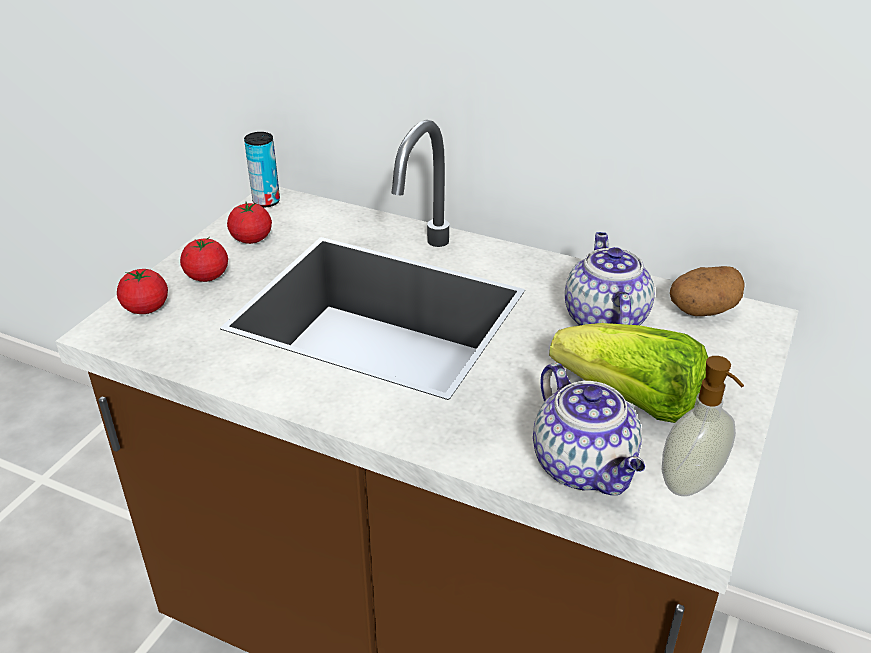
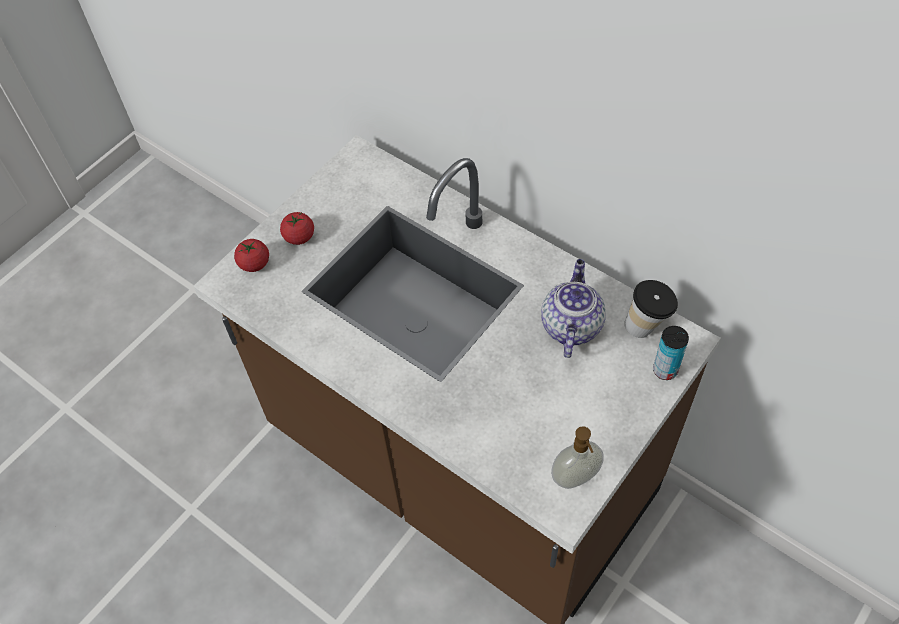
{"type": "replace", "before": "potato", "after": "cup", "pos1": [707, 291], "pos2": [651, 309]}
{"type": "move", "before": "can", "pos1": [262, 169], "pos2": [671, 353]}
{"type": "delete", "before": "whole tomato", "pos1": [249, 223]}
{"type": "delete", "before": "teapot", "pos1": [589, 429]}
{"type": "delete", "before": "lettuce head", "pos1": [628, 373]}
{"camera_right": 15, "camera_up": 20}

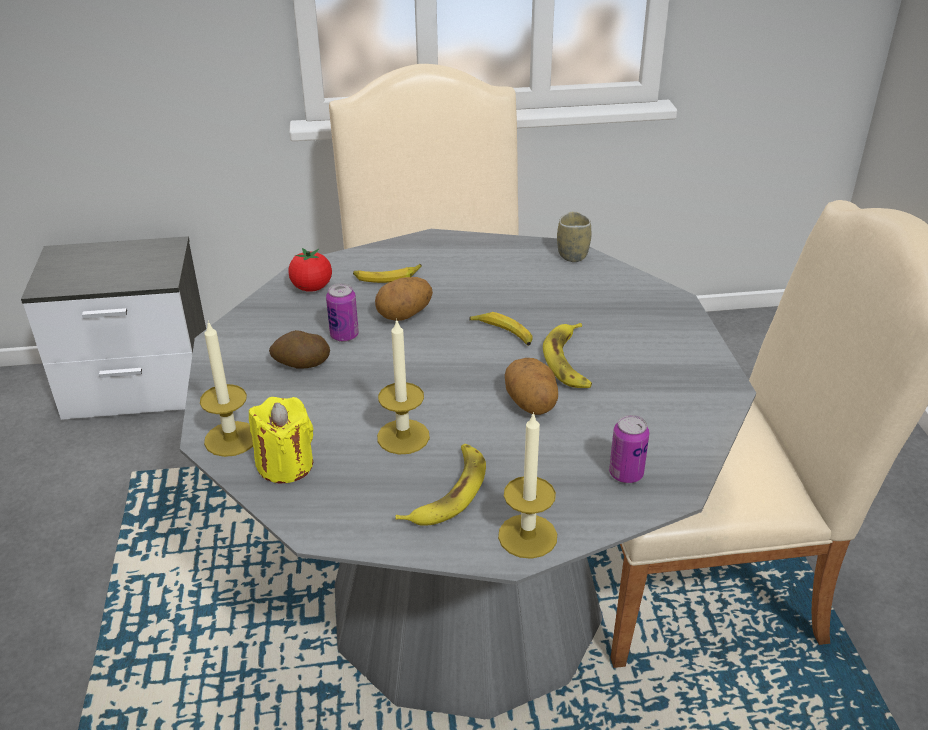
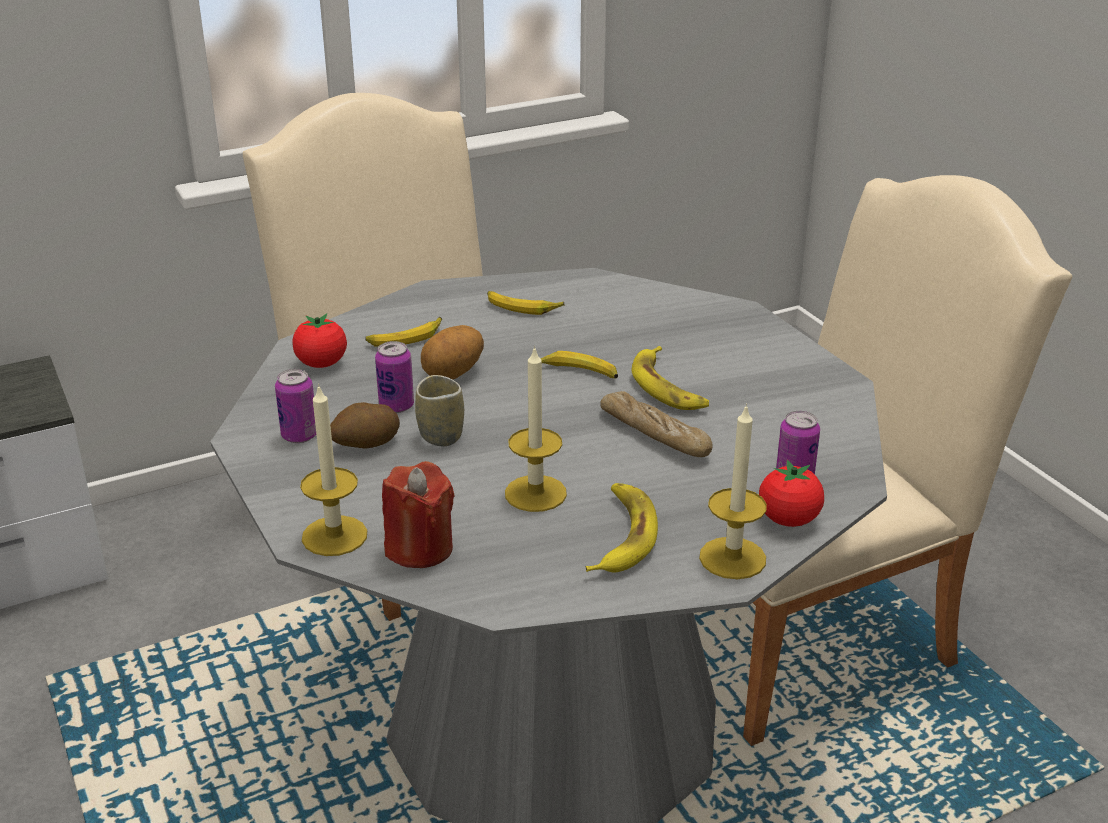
{"type": "insert", "after": "can", "pos2": [295, 406]}
{"type": "recolor", "before": "wax candle (yellowish)", "after": "wax candle (reddish)", "pos1": [281, 440], "pos2": [418, 514]}
{"type": "move", "before": "cup", "pos1": [574, 237], "pos2": [439, 410]}
{"type": "insert", "after": "banana", "pos2": [525, 303]}
{"type": "replace", "before": "potato", "after": "baked bread", "pos1": [531, 386], "pos2": [656, 424]}
{"type": "insert", "after": "whole tomato", "pos2": [791, 493]}
{"camera_right": -20, "camera_up": -5}

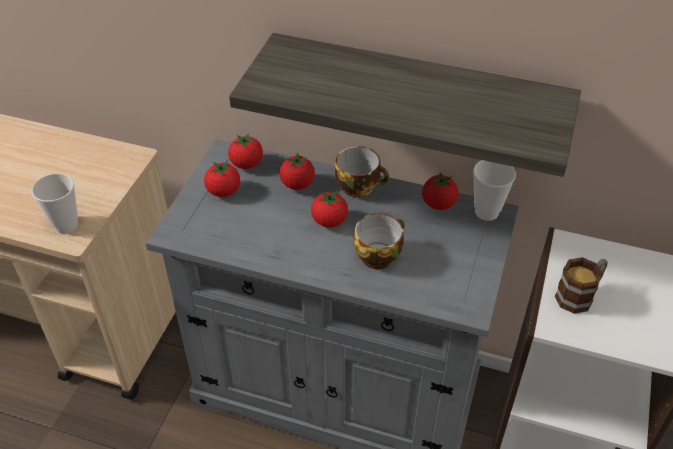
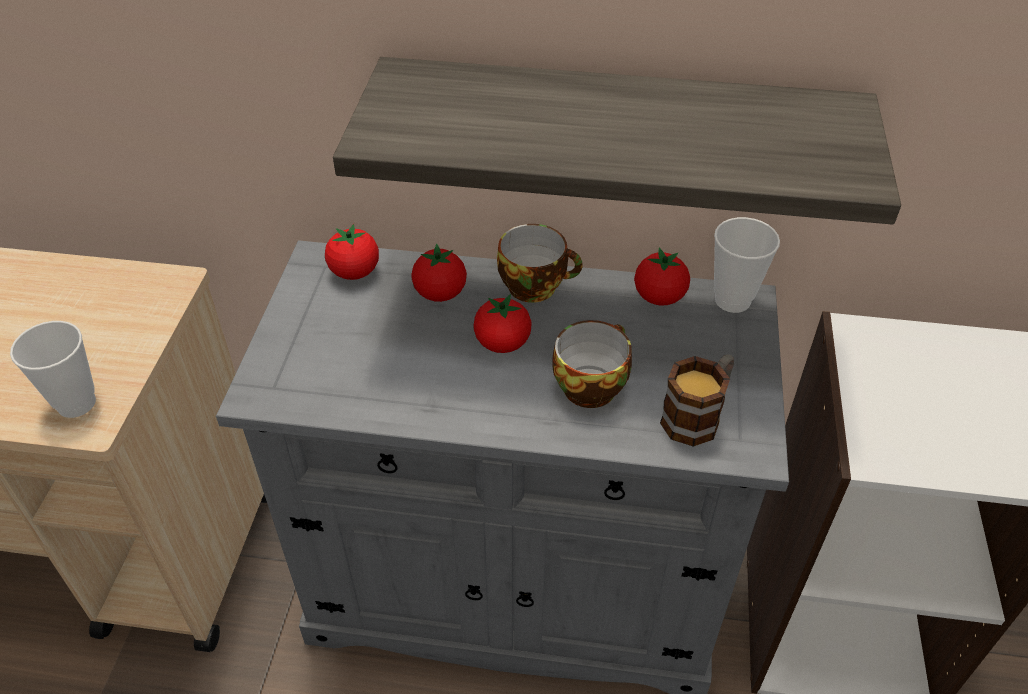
{"type": "move", "before": "mug", "pos1": [581, 285], "pos2": [697, 400]}
{"type": "delete", "before": "whole tomato", "pos1": [222, 179]}
{"camera_right": -10, "camera_up": 0}

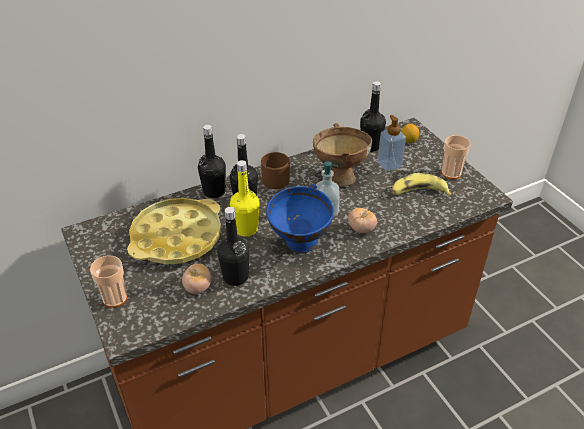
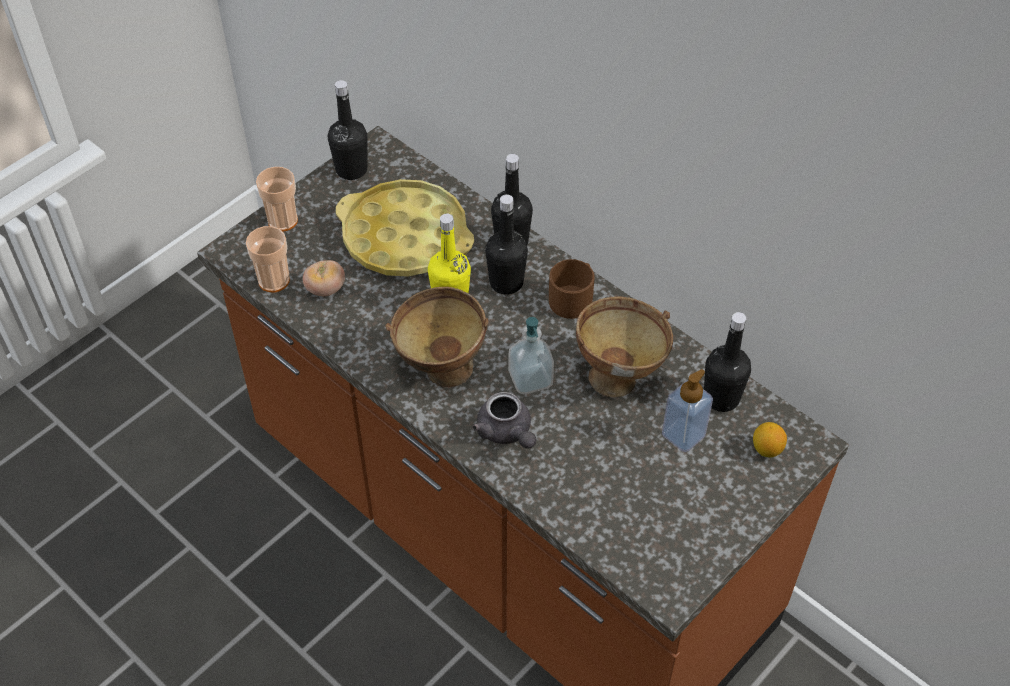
{"type": "move", "before": "cup", "pos1": [456, 157], "pos2": [268, 259]}
{"type": "move", "before": "beverage bottle (black-coloured)", "pos1": [233, 246], "pos2": [347, 130]}
{"type": "recolor", "before": "bowl (blue-coloured)", "after": "bowl (brown-coloured)", "pos1": [300, 218], "pos2": [436, 337]}
{"type": "replace", "before": "whole tomato", "after": "teapot (grey)", "pos1": [362, 220], "pos2": [504, 420]}
{"type": "delete", "before": "banana", "pos1": [422, 184]}
{"camera_right": 70, "camera_up": 10}

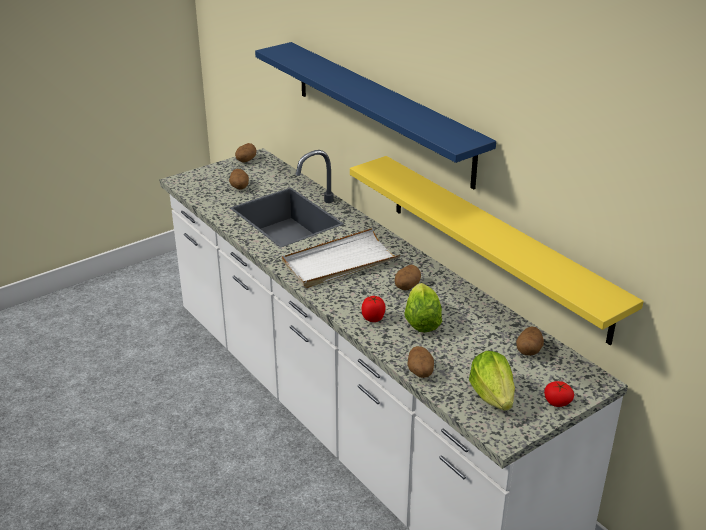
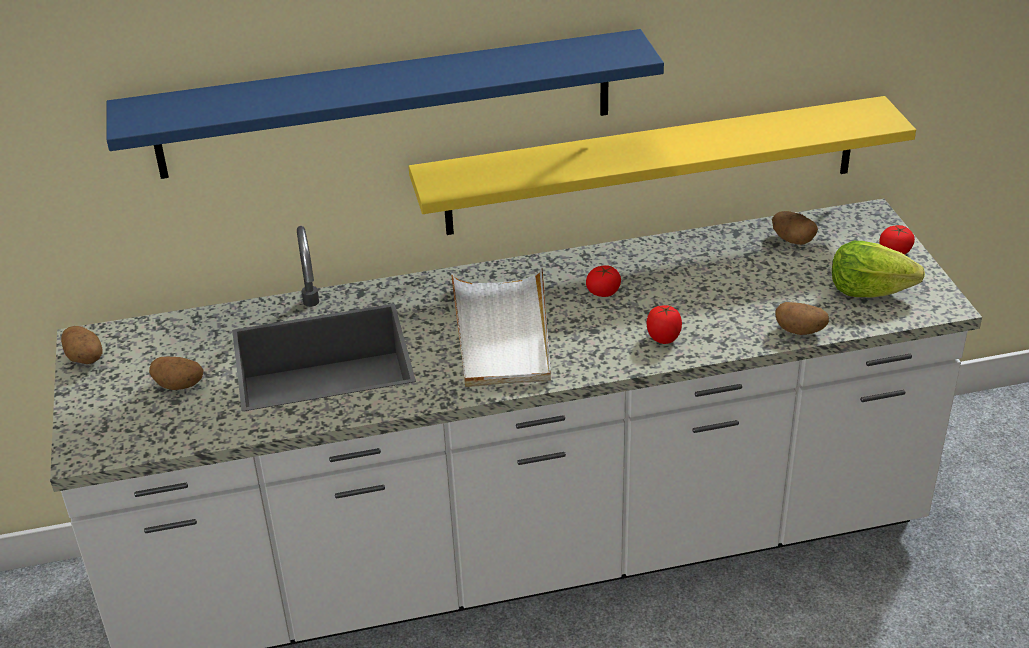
{"type": "replace", "before": "potato", "after": "whole tomato", "pos1": [408, 277], "pos2": [603, 281]}
{"type": "delete", "before": "lettuce head", "pos1": [423, 307]}
{"camera_right": -65, "camera_up": 5}

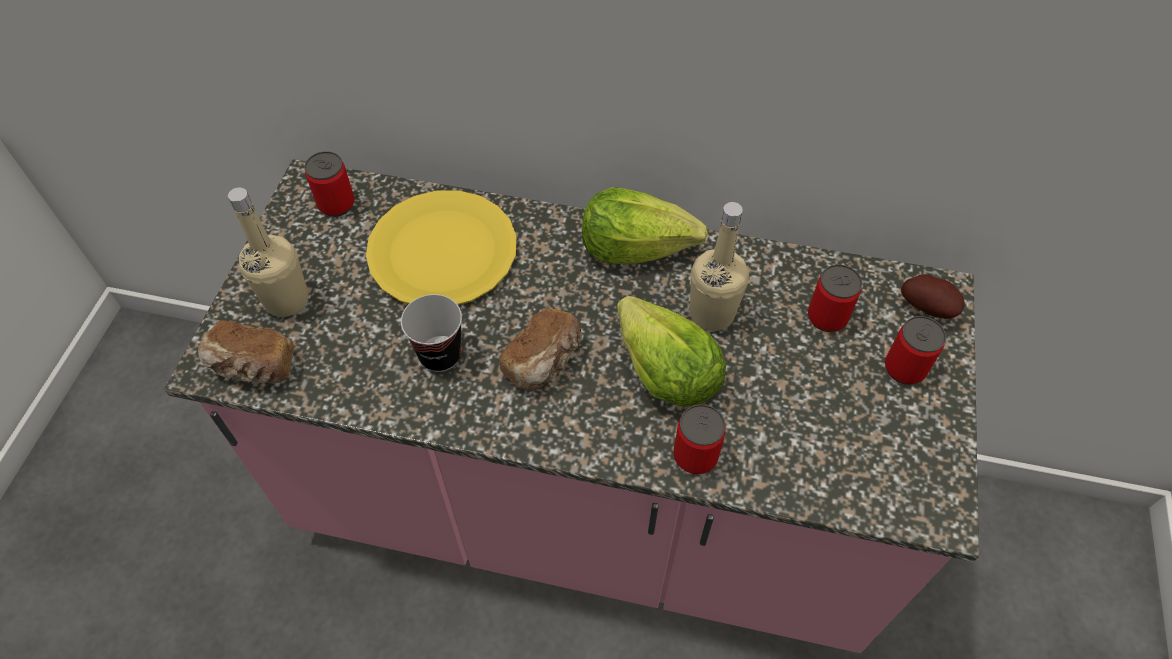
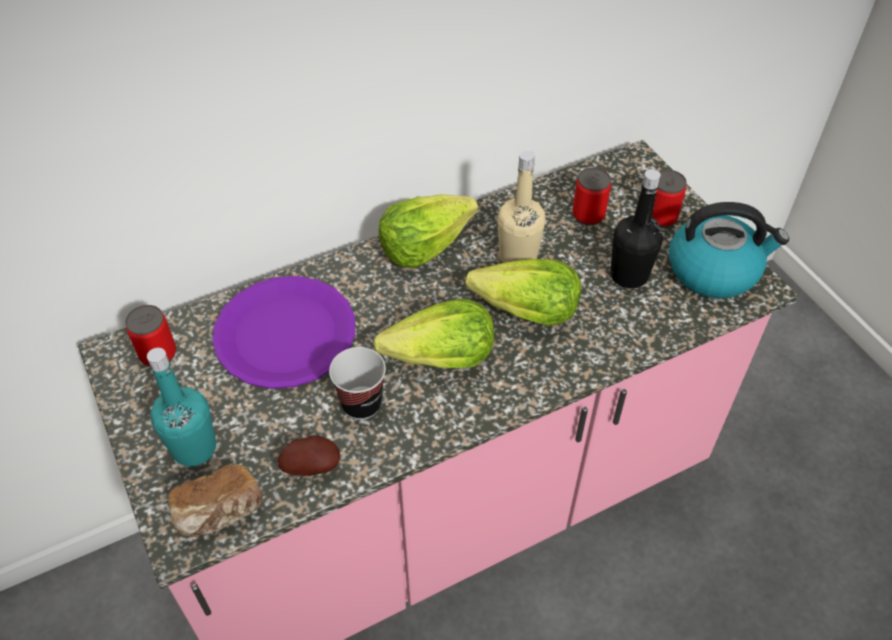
{"type": "recolor", "before": "beverage bottle (sand-coloured)", "after": "beverage bottle (blue-green)", "pos1": [268, 252], "pos2": [181, 407]}
{"type": "recolor", "before": "plate (yellowish)", "after": "plate (purple-coloured)", "pos1": [441, 247], "pos2": [283, 332]}
{"type": "move", "before": "potato", "pos1": [933, 296], "pos2": [309, 455]}
{"type": "replace", "before": "baked bread", "after": "lettuce head", "pos1": [540, 349], "pos2": [433, 333]}
{"type": "insert", "after": "beverage bottle (black-coloured)", "pos2": [636, 229]}
{"type": "insert", "after": "tea kettle", "pos2": [729, 250]}
{"type": "delete", "before": "can", "pos1": [699, 439]}
{"camera_right": -40, "camera_up": -5}

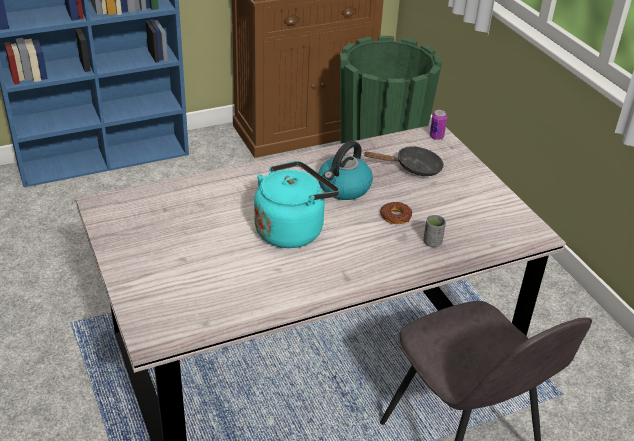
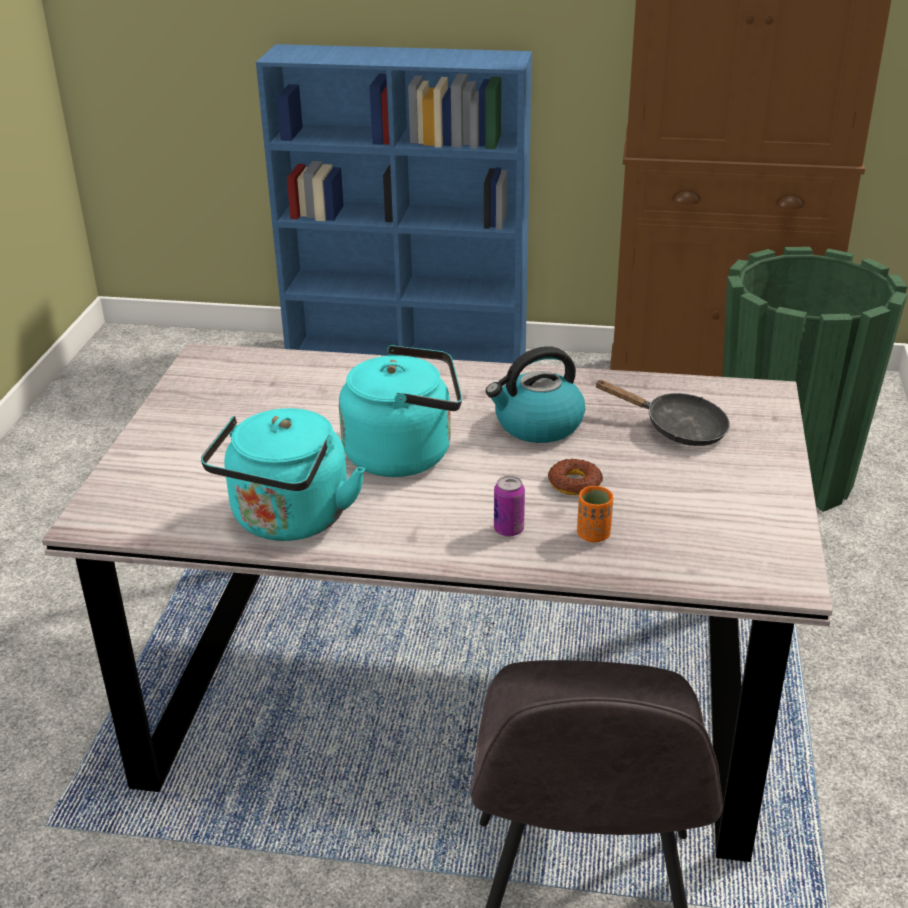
{"type": "insert", "after": "tea kettle (blue-green)", "pos2": [283, 474]}
{"type": "move", "before": "can", "pos1": [438, 125], "pos2": [509, 506]}
{"type": "recolor", "before": "cup (grey)", "after": "cup (orange-coloured)", "pos1": [434, 231], "pos2": [595, 514]}
{"camera_right": 35, "camera_up": -5}

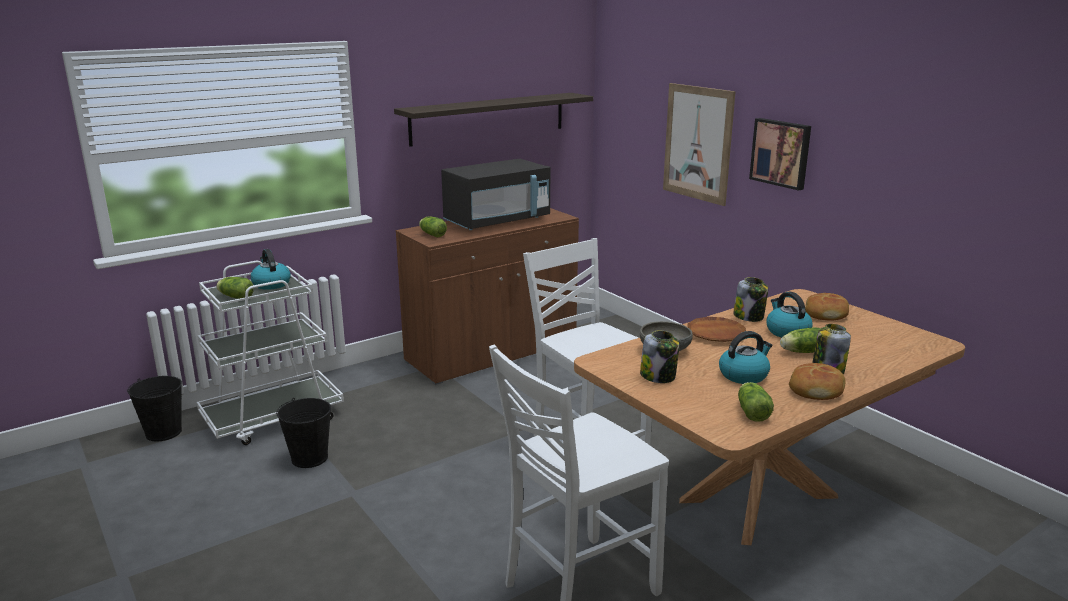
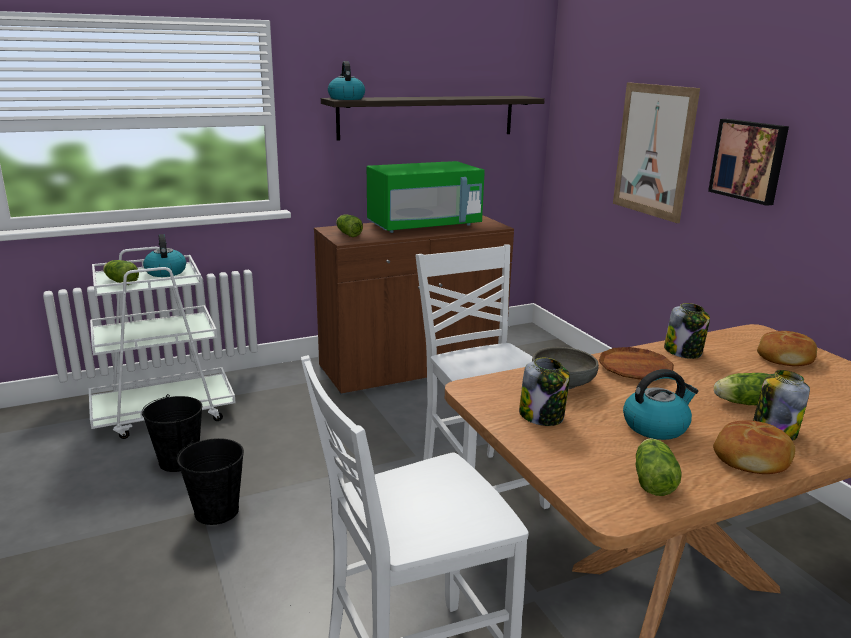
{"type": "move", "before": "pail (black-coloured)", "pos1": [154, 409], "pos2": [210, 481]}
{"type": "move", "before": "tea kettle", "pos1": [790, 315], "pos2": [346, 80]}
{"type": "recolor", "before": "kitchen microwave (black-coloured)", "after": "kitchen microwave (green)", "pos1": [495, 194], "pos2": [426, 197]}
{"camera_right": 10, "camera_up": 0}

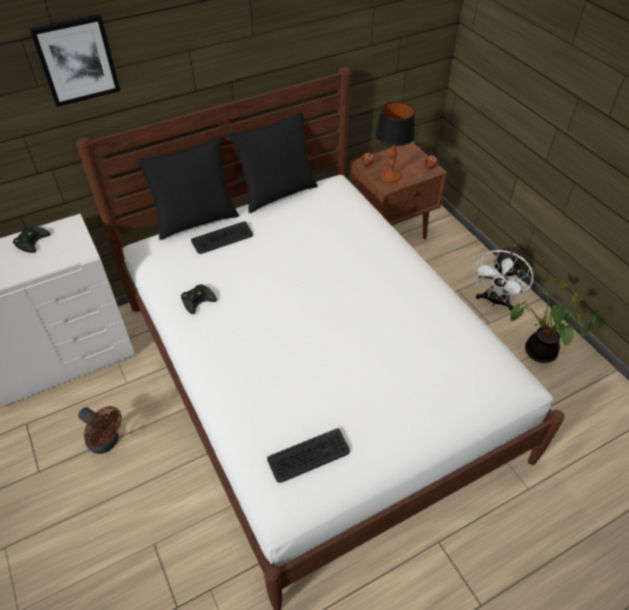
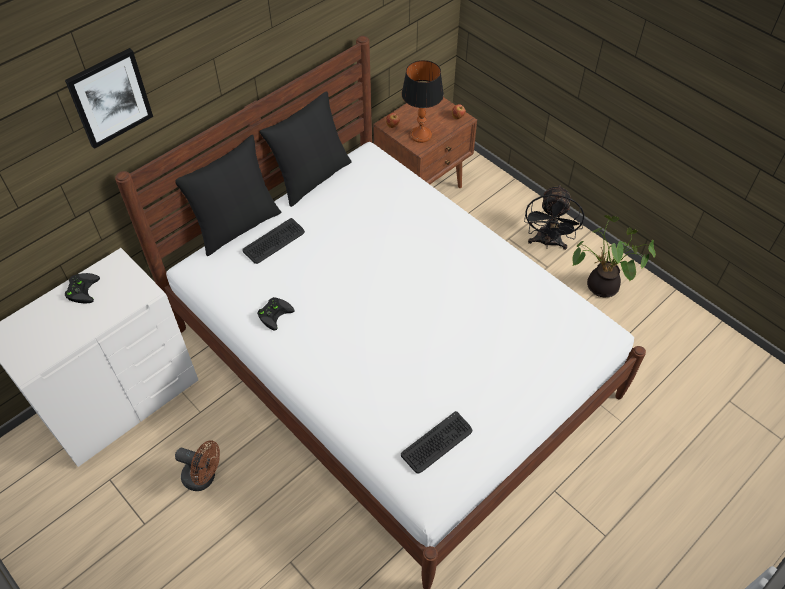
{"type": "recolor", "before": "cooling fan (white-coloured)", "after": "cooling fan (black-coloured)", "pos1": [503, 278], "pos2": [554, 217]}
{"camera_right": -15, "camera_up": 5}

